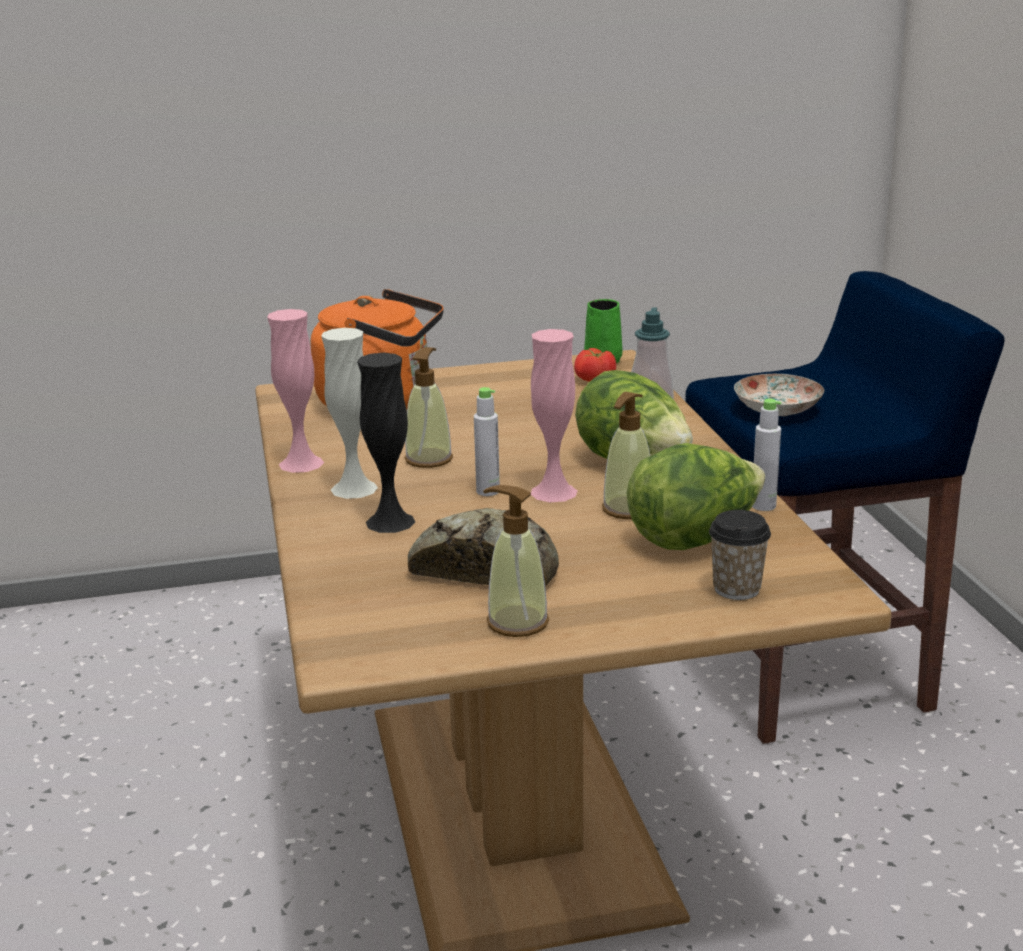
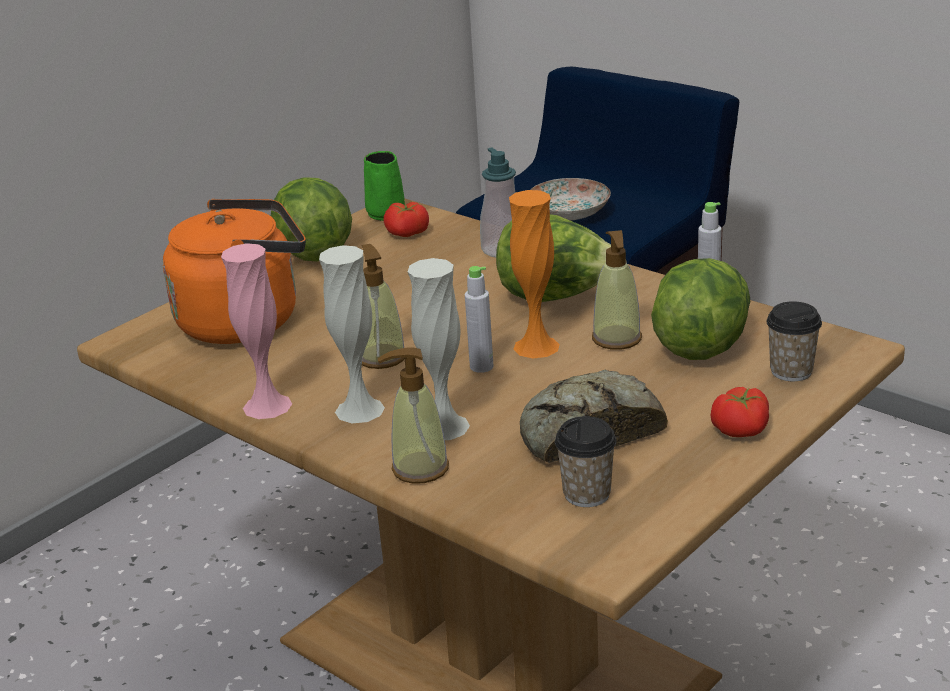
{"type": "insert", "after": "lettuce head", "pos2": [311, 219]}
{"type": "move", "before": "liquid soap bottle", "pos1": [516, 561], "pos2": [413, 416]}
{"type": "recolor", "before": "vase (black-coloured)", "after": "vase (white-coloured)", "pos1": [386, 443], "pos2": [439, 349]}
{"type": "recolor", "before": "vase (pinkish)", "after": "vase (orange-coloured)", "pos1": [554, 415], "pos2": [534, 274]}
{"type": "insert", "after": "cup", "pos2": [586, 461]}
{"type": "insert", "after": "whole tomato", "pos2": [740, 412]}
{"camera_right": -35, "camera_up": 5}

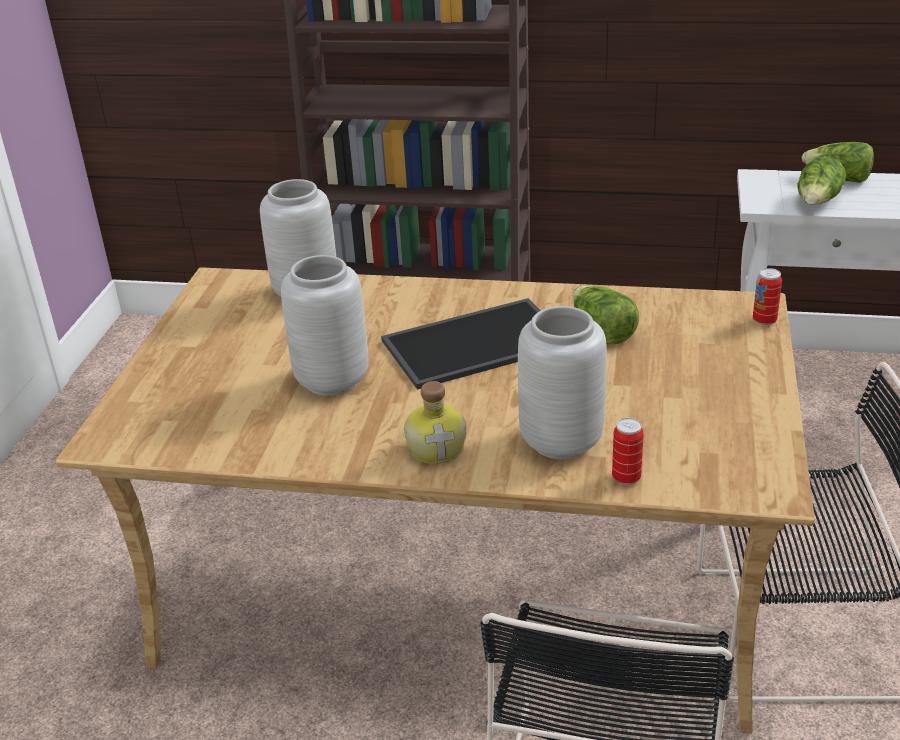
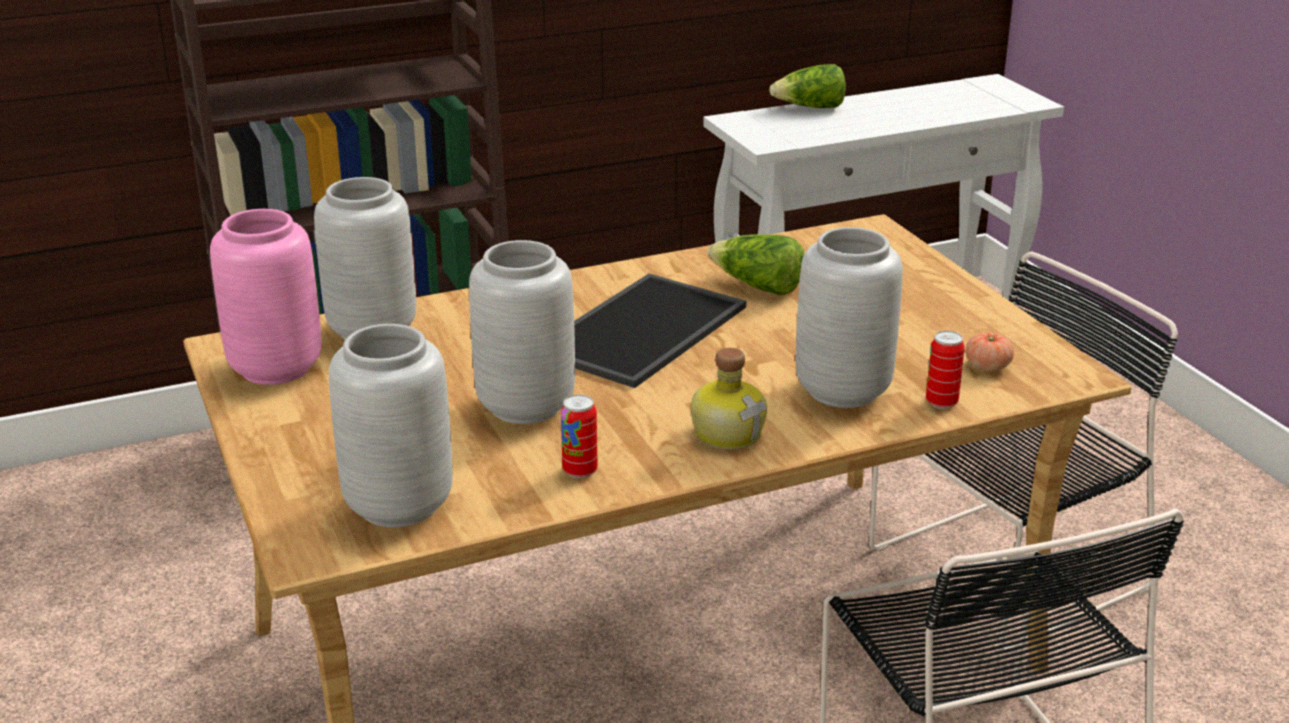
{"type": "insert", "after": "vase (pinkish)", "pos2": [266, 297]}
{"type": "insert", "after": "vase (grey)", "pos2": [391, 425]}
{"type": "move", "before": "can", "pos1": [767, 297], "pos2": [579, 436]}
{"type": "insert", "after": "whole tomato", "pos2": [989, 351]}
{"type": "delete", "before": "lettuce head", "pos1": [821, 180]}
{"camera_right": -35, "camera_up": -5}

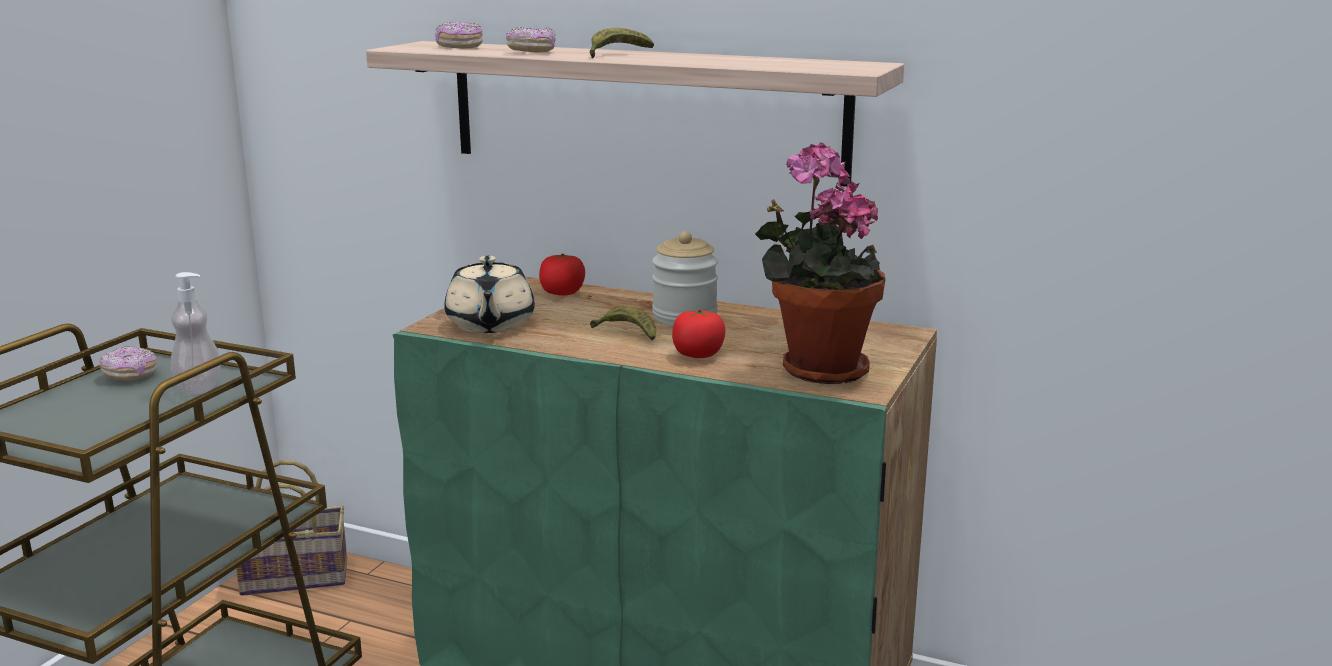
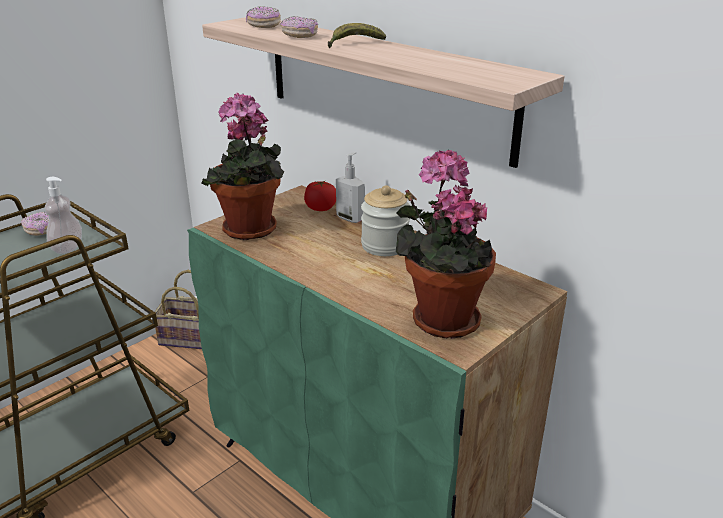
{"type": "replace", "before": "teapot (sand-coloured)", "after": "potted plant", "pos1": [489, 294], "pos2": [243, 166]}
{"type": "insert", "after": "liquid soap bottle", "pos2": [350, 187]}
{"type": "delete", "before": "banana", "pos1": [623, 323]}
{"type": "delete", "before": "whole tomato", "pos1": [699, 333]}
{"camera_right": 20, "camera_up": 10}

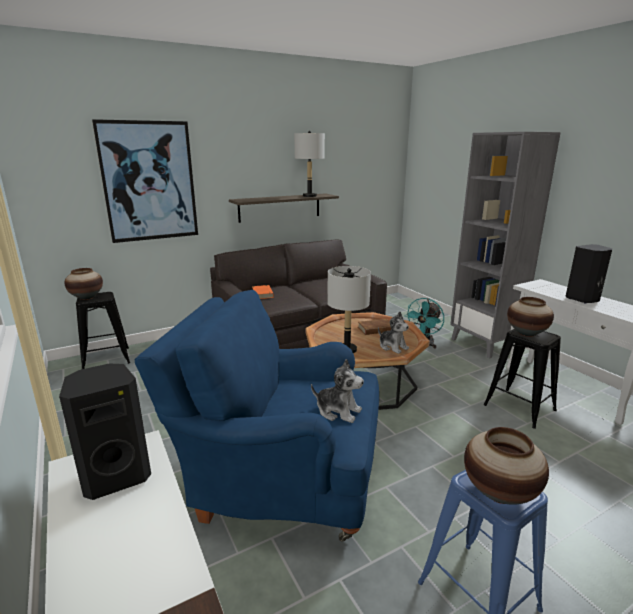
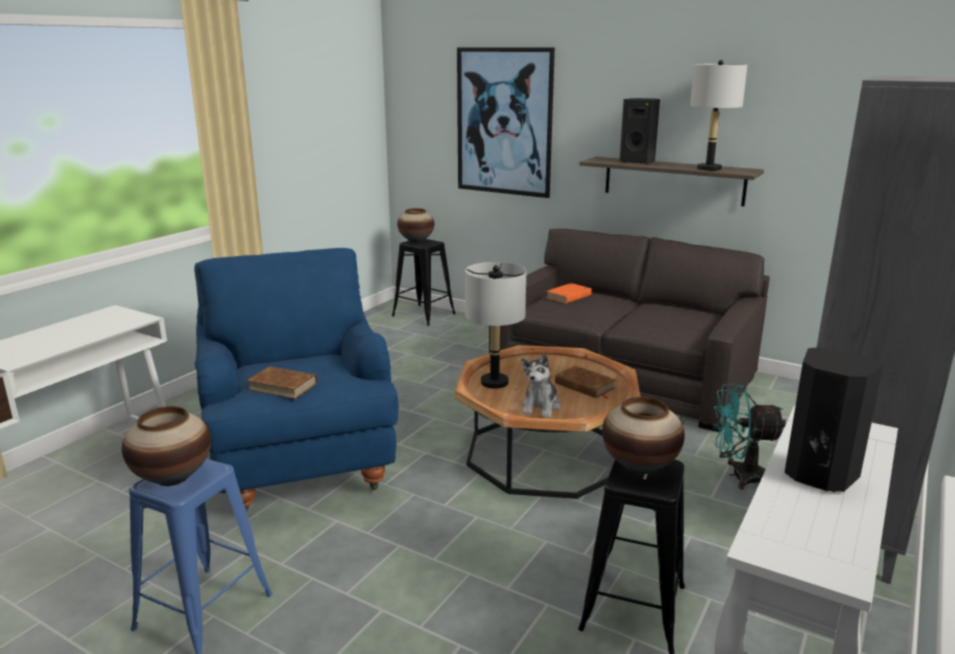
{"type": "replace", "before": "soft toy", "after": "bound book (brown-coloured)", "pos1": [337, 391], "pos2": [281, 382]}
{"type": "move", "before": "speaker (black-coloured)", "pos1": [105, 431], "pos2": [640, 131]}
{"camera_right": 60, "camera_up": 0}

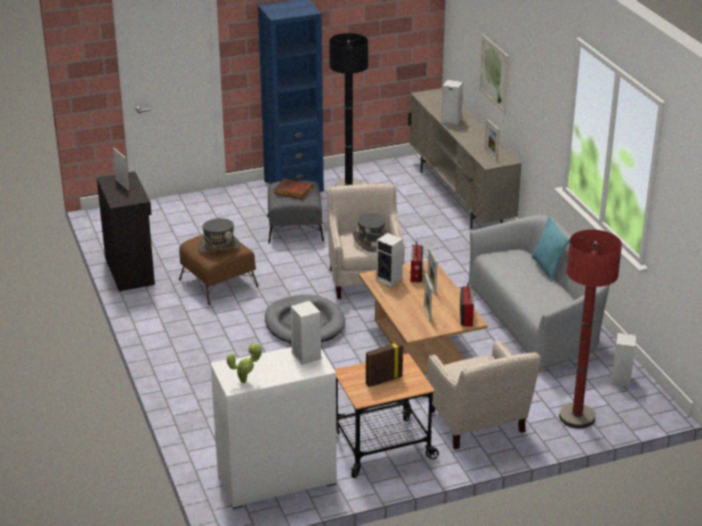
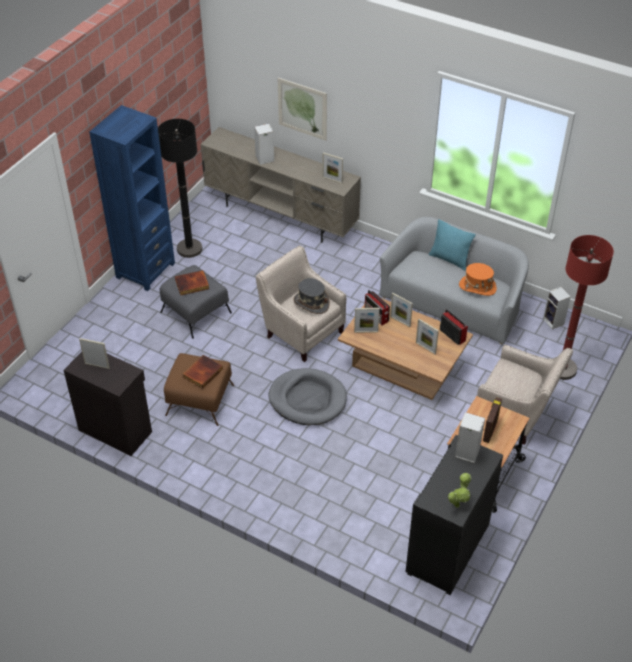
{"type": "replace", "before": "wearable hat (grey)", "after": "bound book", "pos1": [219, 235], "pos2": [203, 372]}
{"type": "replace", "before": "speaker", "after": "picture frame", "pos1": [389, 260], "pos2": [367, 320]}
{"type": "recolor", "before": "storage cabinet (white-coloured)", "after": "storage cabinet (black-coloured)", "pos1": [273, 428], "pos2": [454, 515]}
{"type": "insert", "after": "wearable hat (orange-coloured)", "pos2": [478, 279]}
{"camera_right": -40, "camera_up": 15}

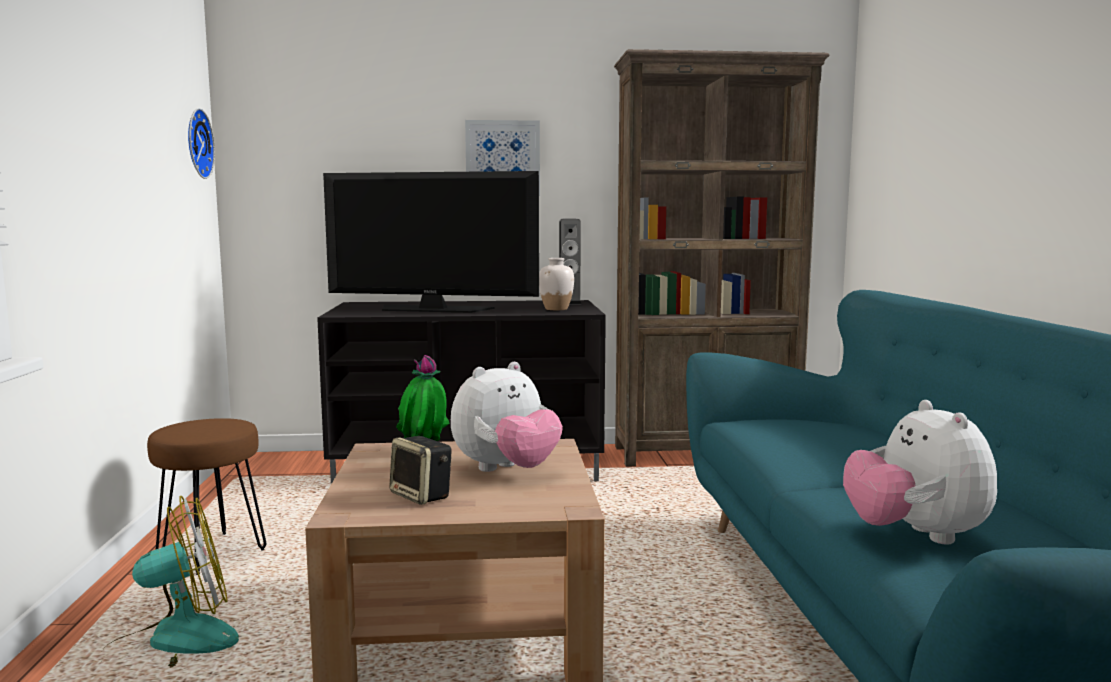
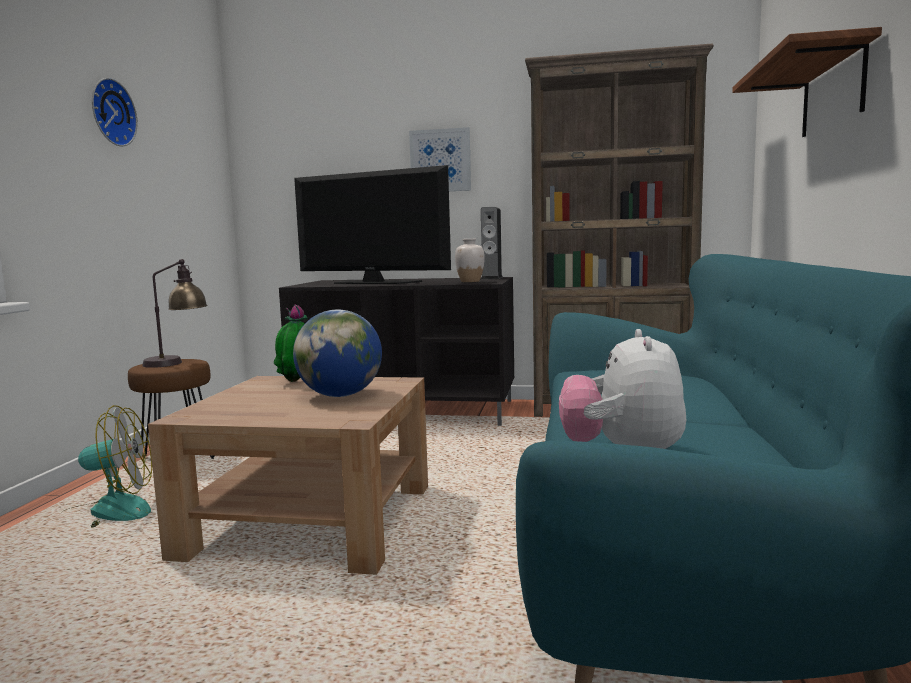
{"type": "move", "before": "clock on the wall", "pos1": [201, 143], "pos2": [115, 112]}
{"type": "insert", "after": "lamp for a table", "pos2": [175, 313]}
{"type": "replace", "before": "soft toy", "after": "globe", "pos1": [507, 417], "pos2": [337, 353]}
{"type": "insert", "after": "bracket shelf", "pos2": [807, 82]}
{"type": "delete", "before": "speaker", "pos1": [420, 470]}
{"camera_right": 15, "camera_up": 0}

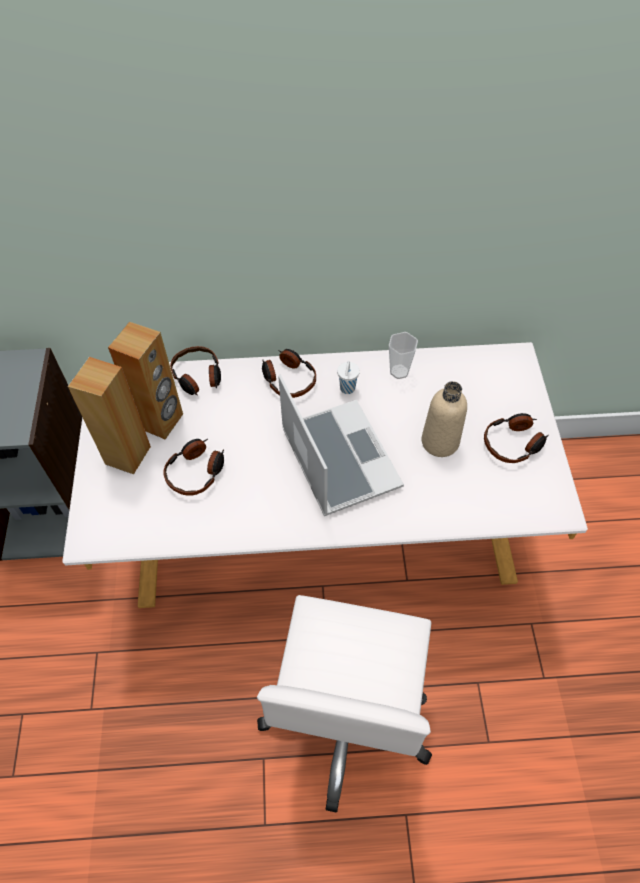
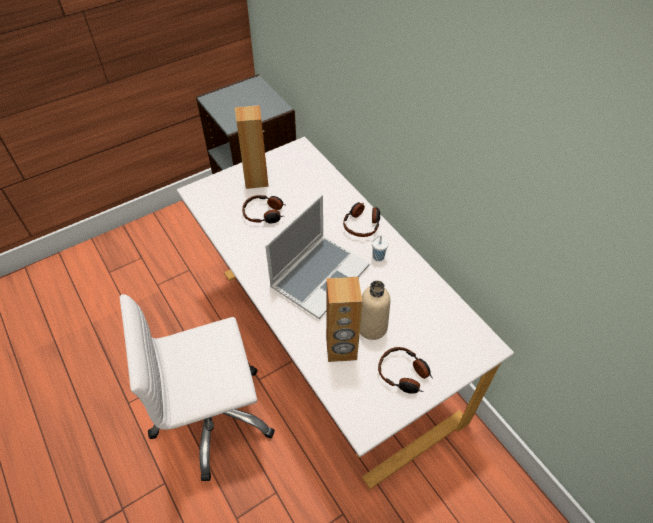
{"type": "move", "before": "speaker (brown-coloured)", "pos1": [145, 380], "pos2": [344, 319]}
{"type": "delete", "before": "headphones", "pos1": [195, 371]}
{"type": "delete", "before": "cup", "pos1": [403, 355]}
{"camera_right": 60, "camera_up": -5}

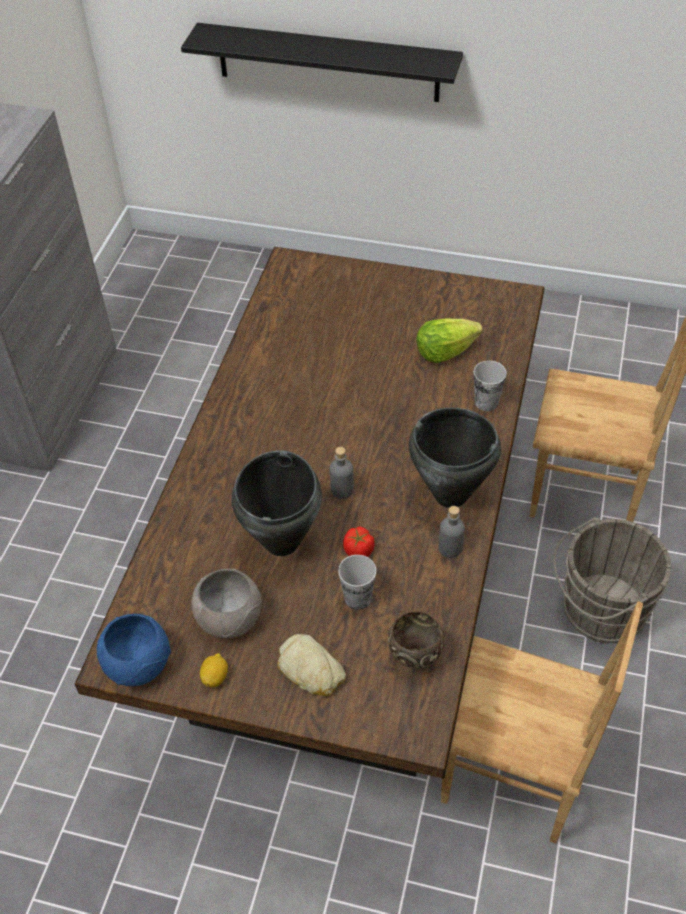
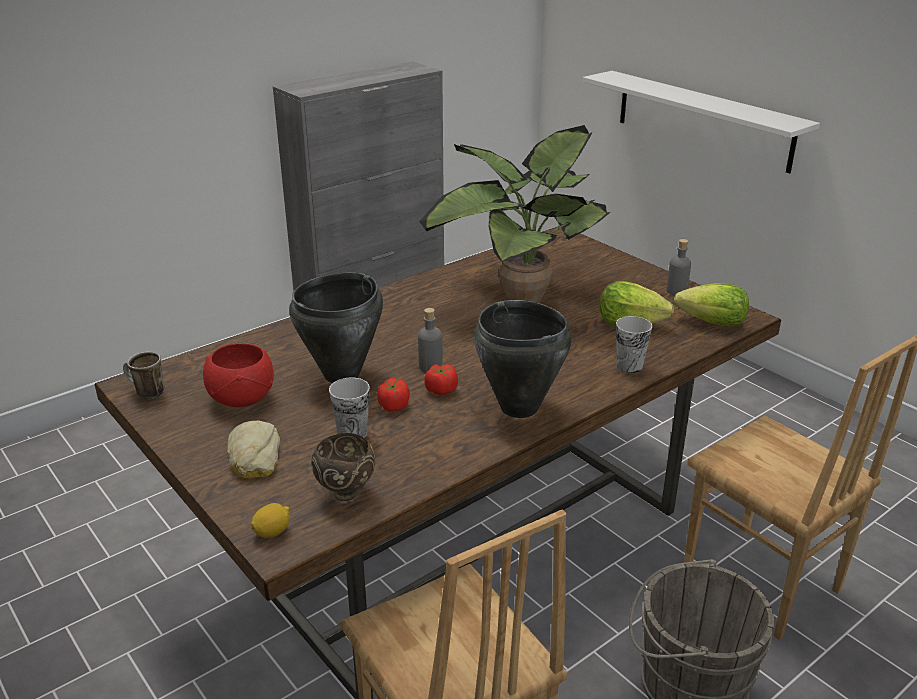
{"type": "replace", "before": "bowl (blue-coloured)", "after": "mug", "pos1": [134, 650], "pos2": [144, 375]}
{"type": "recolor", "before": "bowl (grey)", "after": "bowl (reddish)", "pos1": [227, 603], "pos2": [238, 375]}
{"type": "move", "before": "whole lemon", "pos1": [214, 670], "pos2": [270, 520]}
{"type": "insert", "after": "potted plant", "pos2": [514, 214]}
{"type": "insert", "after": "whole tomato", "pos2": [441, 379]}
{"type": "recolor", "before": "bracket shelf (black-coloured)", "after": "bracket shelf (white-coloured)", "pos1": [322, 62], "pos2": [701, 122]}
{"type": "move", "before": "beverage bottle (grey)", "pos1": [451, 532], "pos2": [678, 267]}
{"type": "insert", "after": "lettuce head", "pos2": [711, 305]}
{"camera_right": 35, "camera_up": -20}

